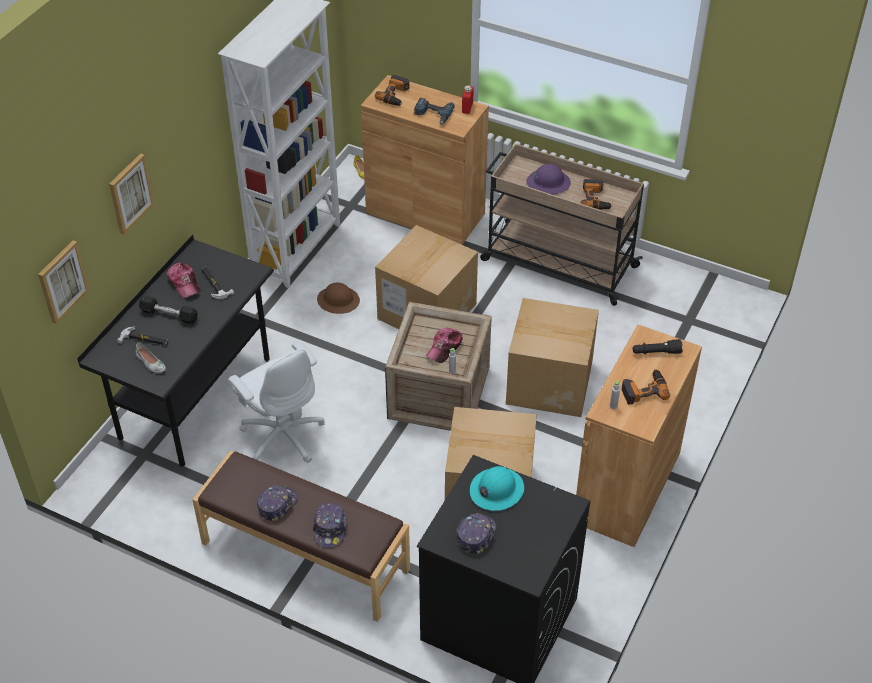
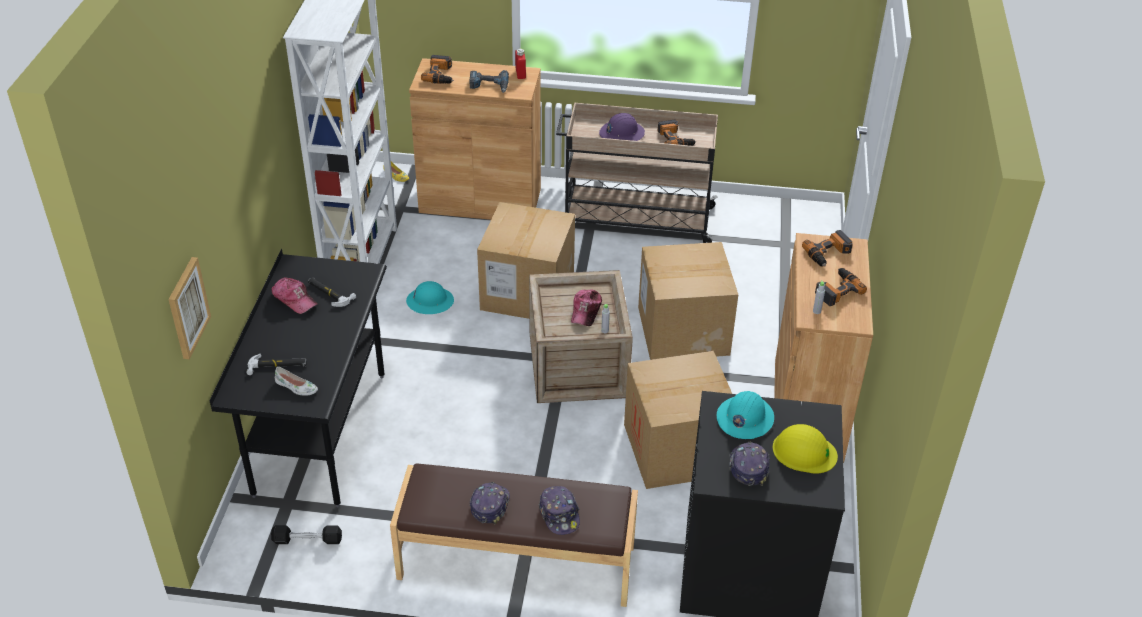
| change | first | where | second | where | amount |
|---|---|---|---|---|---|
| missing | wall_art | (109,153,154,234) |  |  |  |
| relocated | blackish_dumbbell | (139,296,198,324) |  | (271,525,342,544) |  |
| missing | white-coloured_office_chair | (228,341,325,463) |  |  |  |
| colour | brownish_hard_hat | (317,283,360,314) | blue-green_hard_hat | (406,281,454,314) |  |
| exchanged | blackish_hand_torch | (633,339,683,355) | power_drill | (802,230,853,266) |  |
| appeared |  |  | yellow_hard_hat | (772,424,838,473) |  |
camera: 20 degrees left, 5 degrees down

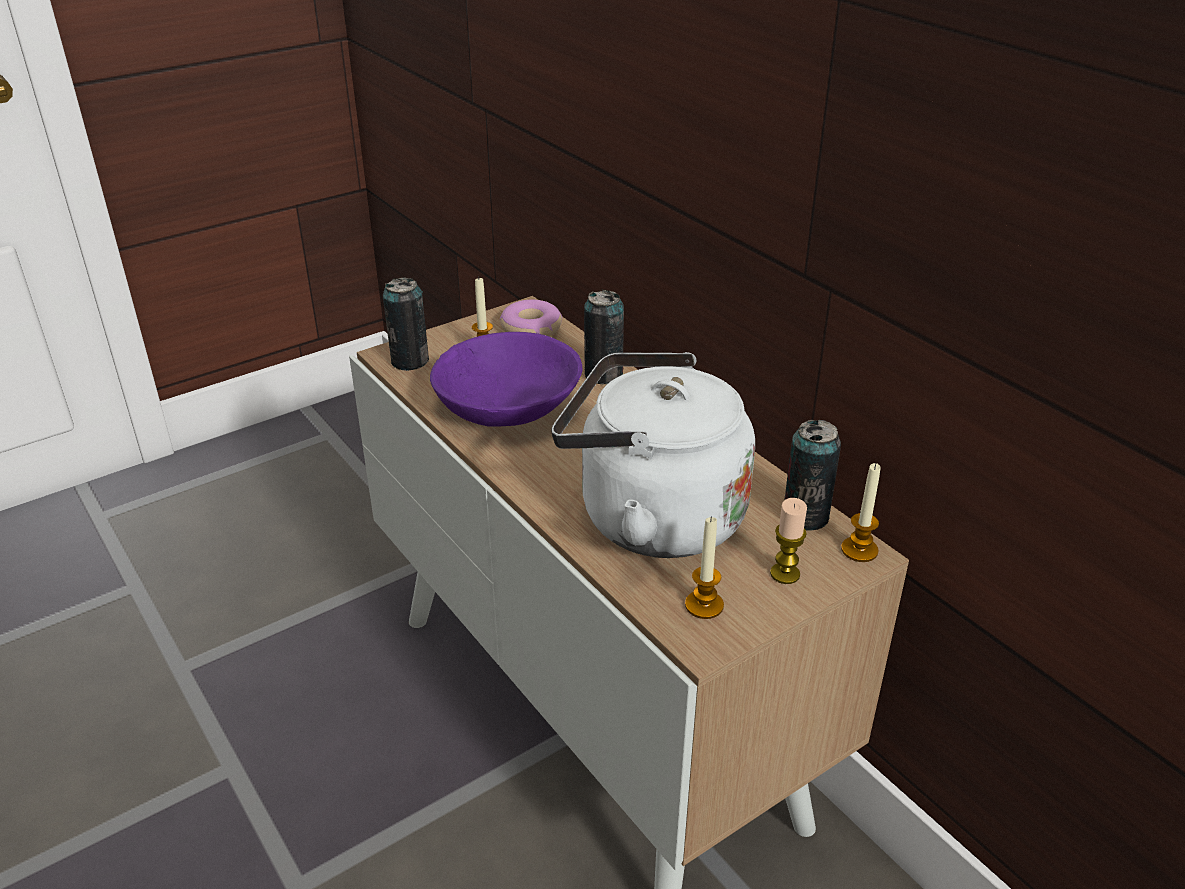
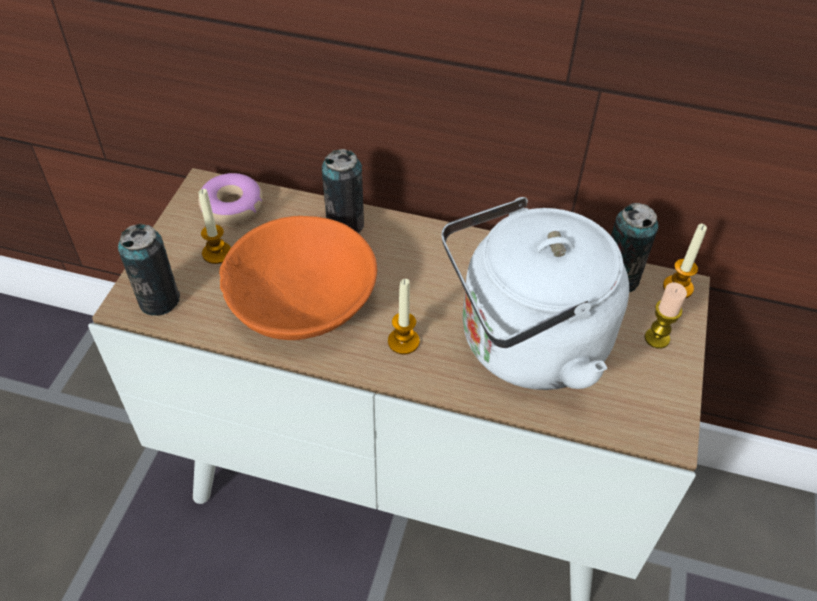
| change | first | where | second | where | amount |
|---|---|---|---|---|---|
| colour | purple-coloured_serving_bowl | (430,332,582,427) | orangey_serving_bowl | (219,216,377,340) |  |
| relocated | candle | (685,516,724,619) |  | (388,279,420,354) |  |
camera: 40 degrees left, 15 degrees up

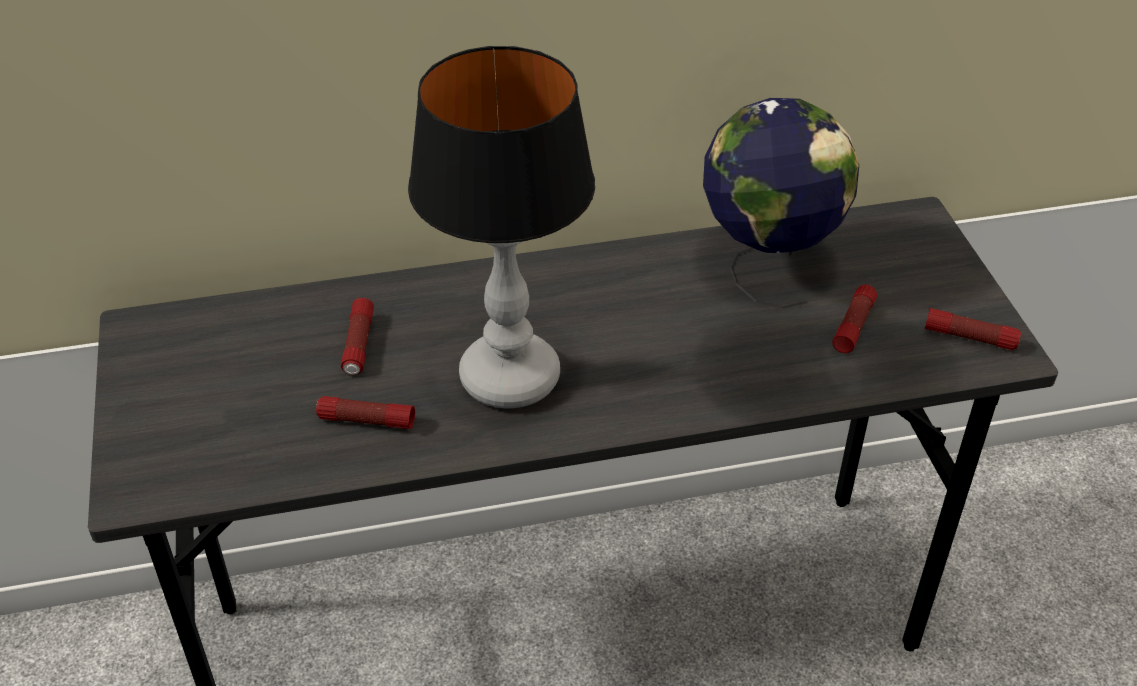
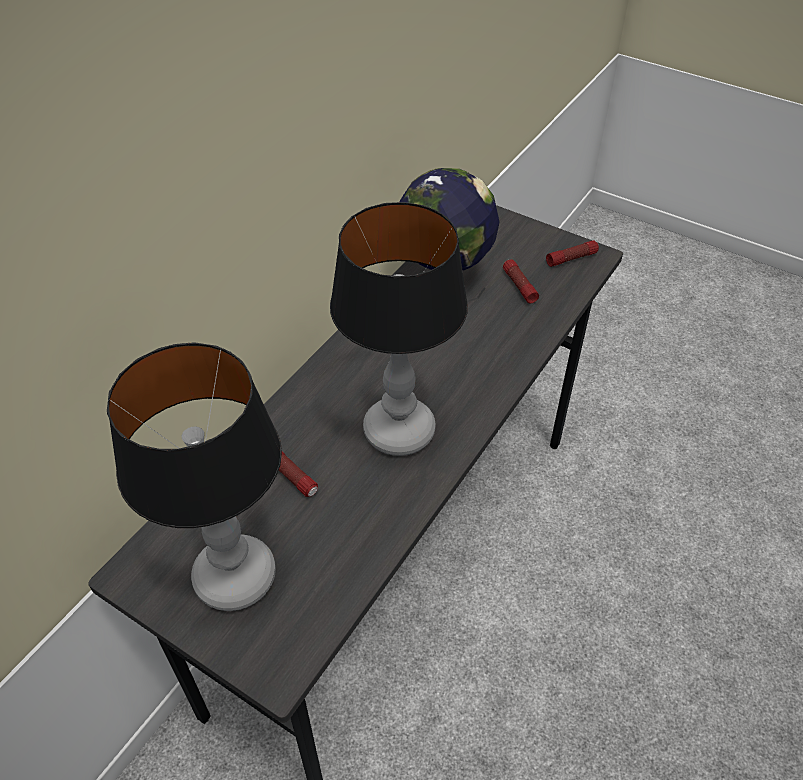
| change | first | where | second | where | amount |
|---|---|---|---|---|---|
| missing | hand_torch | (316,396,415,429) |  |  |  |
| appeared |  |  | table_lamp | (107,342,282,611) |  |
camera: 45 degrees left, 5 degrees up

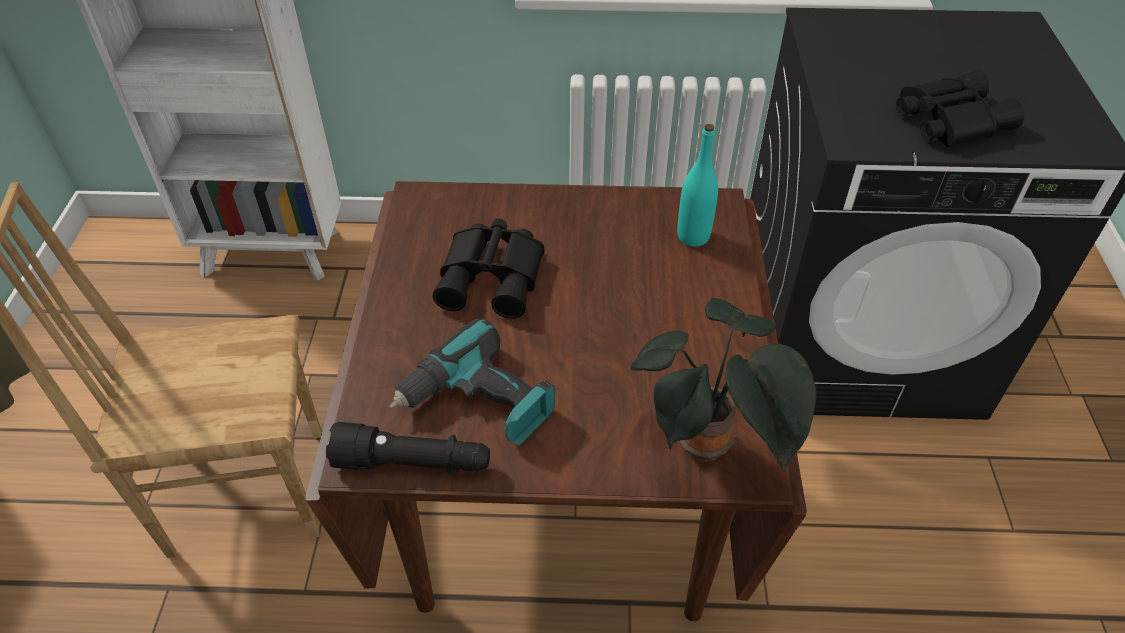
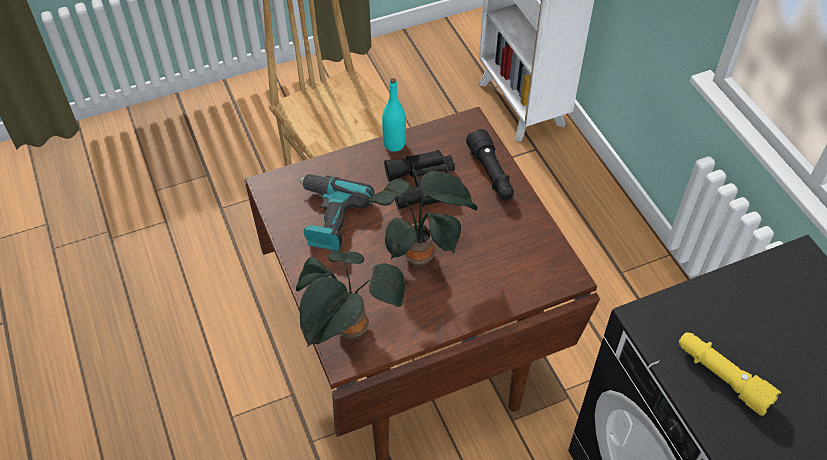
| change | first | where | second | where | amount |
|---|---|---|---|---|---|
| relocated | blackish_hand_torch | (326,422,490,475) |  | (466,129,514,201) |  |
| relocated | blue-green_drink_bottle | (677,124,718,247) |  | (382,78,406,152) |  |
| exchanged | blackish_field_glasses | (896,70,1024,147) | yellow_hand_torch | (679,333,781,416) |  |
| appeared |  |  | potted_plant | (368,171,477,267) |  |
camera: 65 degrees right, 5 degrees up

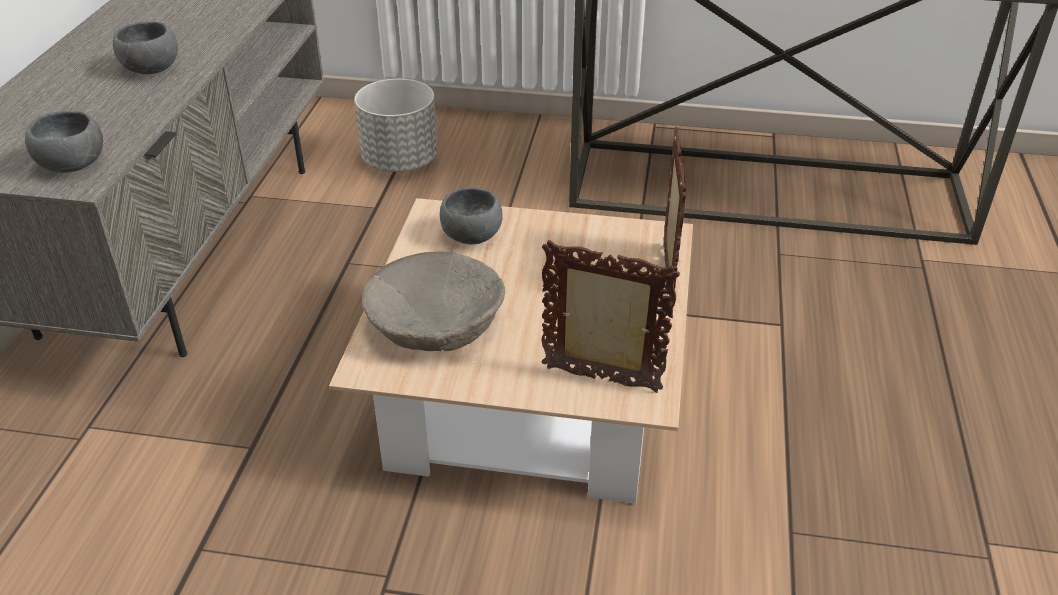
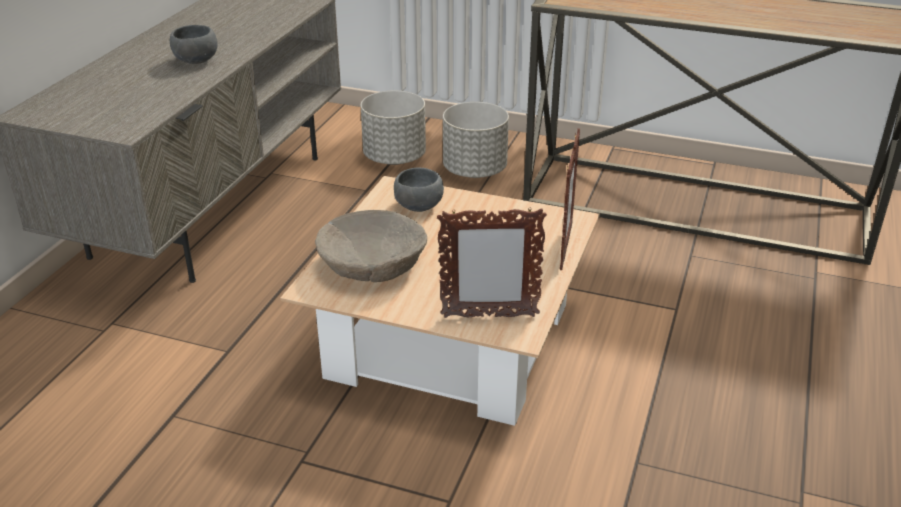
| change | first | where | second | where | amount |
|---|---|---|---|---|---|
| missing | gray_serving_bowl | (25,111,103,173) |  |  |  |
| spun | picture_frame | (542,240,680,393) |  | (437,207,547,318) | 150 degrees clockwise |
| appeared |  |  | gray_flower_pot | (443,102,509,178) |  |
camera: 10 degrees right, 5 degrees down

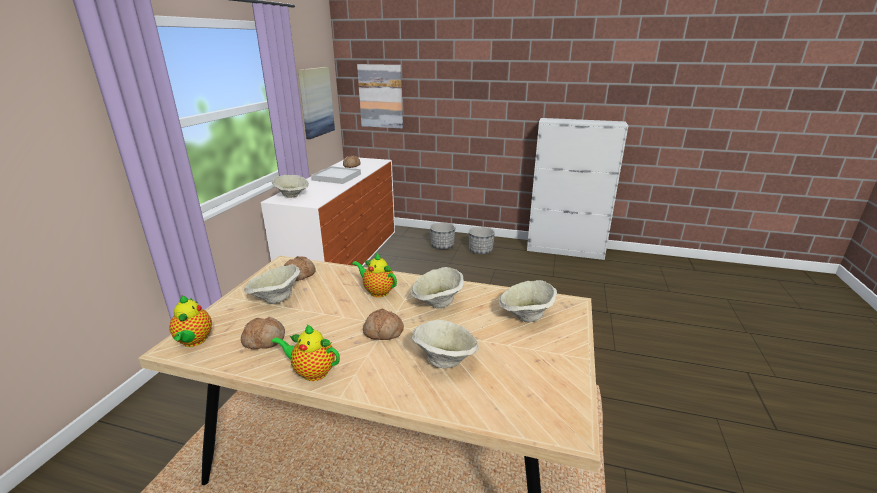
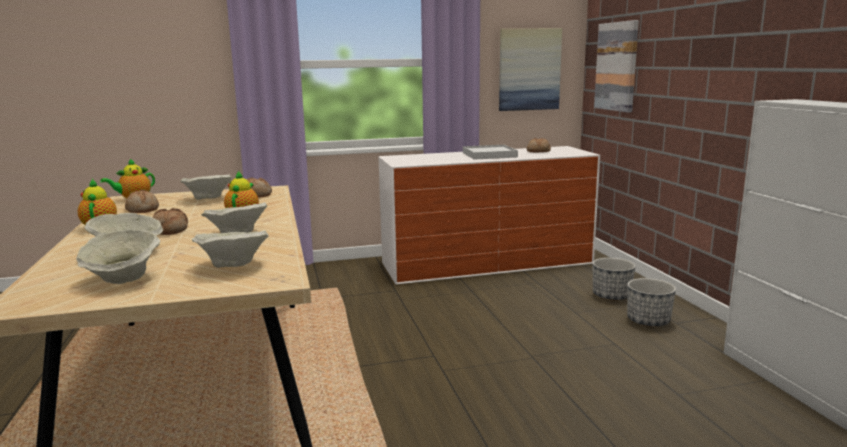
| change | first | where | second | where | amount |
|---|---|---|---|---|---|
| relocated | sand-coloured_serving_bowl | (272,175,309,198) |  | (76,230,160,284) |  |
camera: 60 degrees right, 10 degrees down

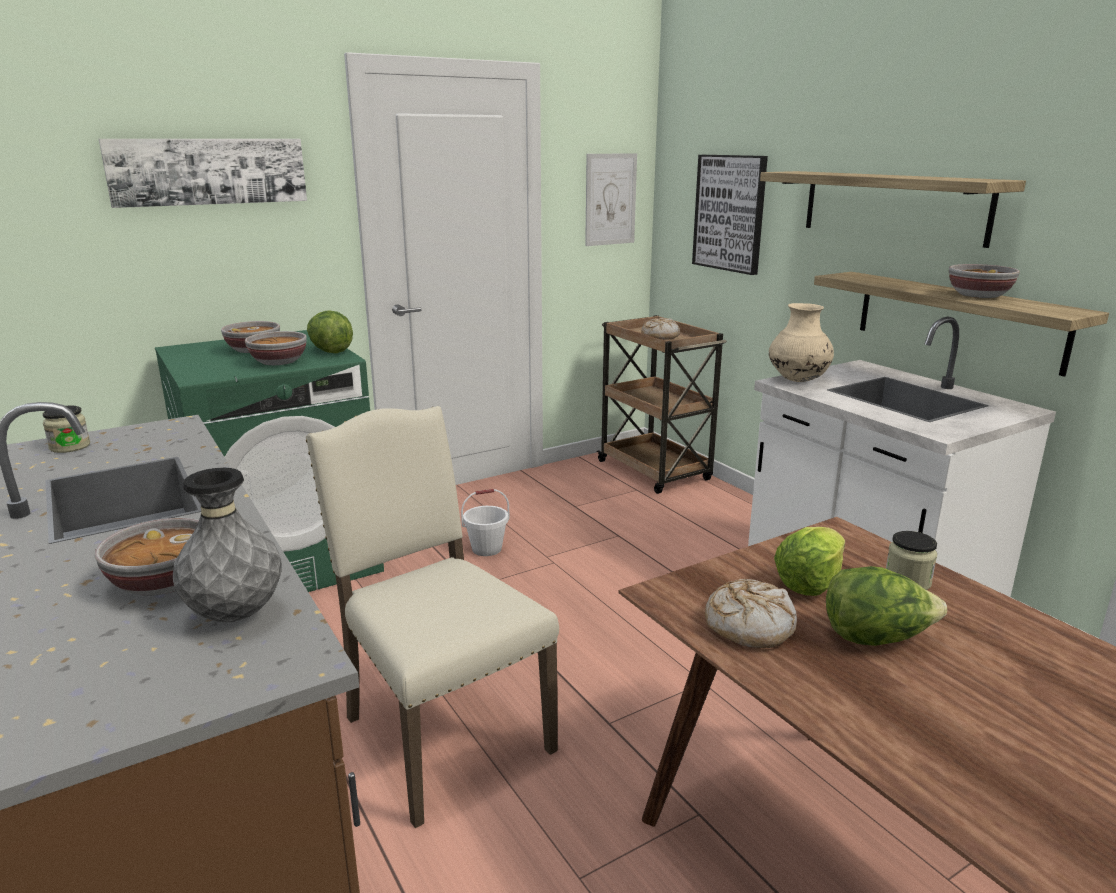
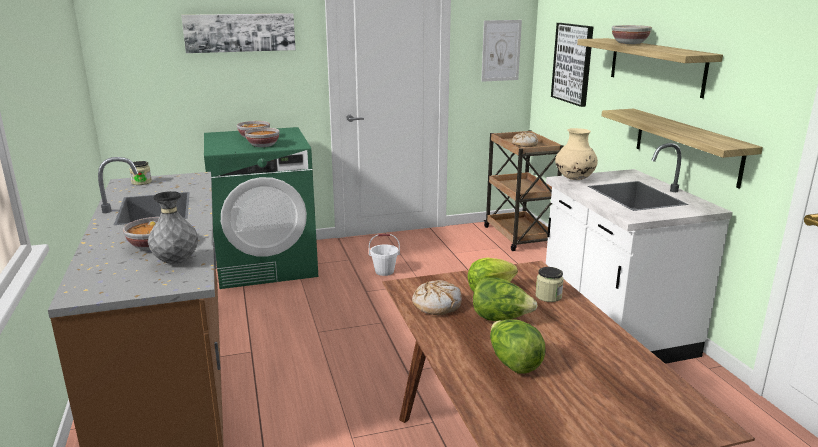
| change | first | where | second | where | amount |
|---|---|---|---|---|---|
| missing | sand-coloured_upright_chair | (306,406,559,828) |  |  |  |
| relocated | lettuce | (307,311,353,353) |  | (490,319,545,374) |  |
| relocated | serving_bowl | (949,264,1020,298) |  | (612,25,652,44) |  |
camera: 15 degrees right, 0 degrees up

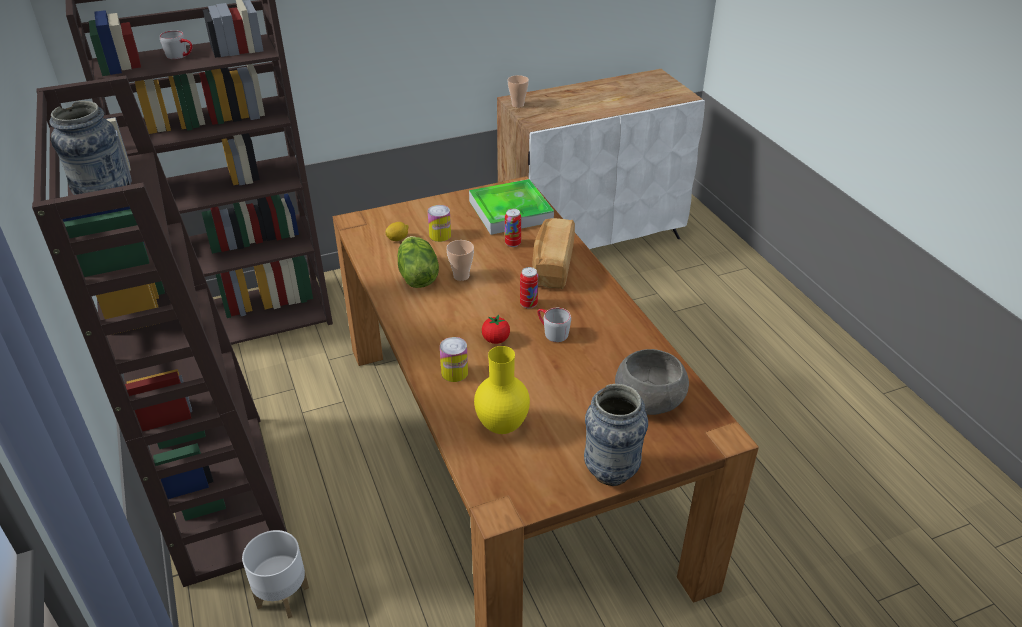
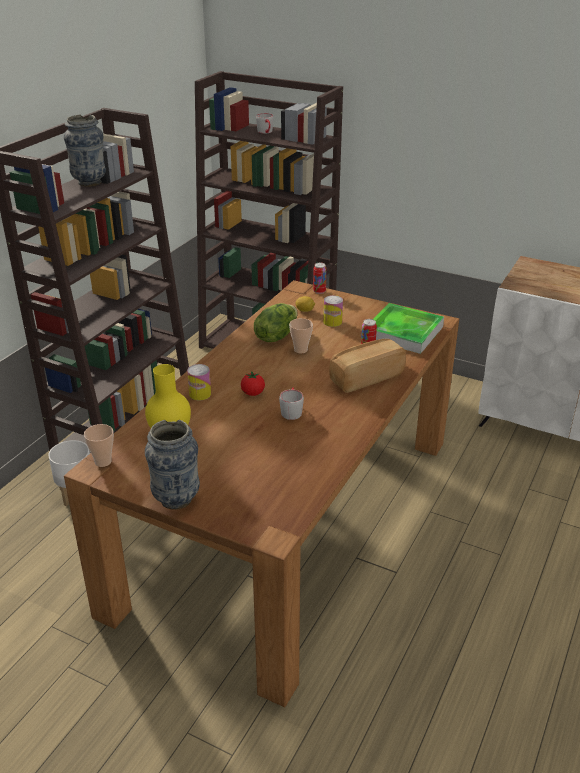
| change | first | where | second | where | amount |
|---|---|---|---|---|---|
| relocated | drinking_cup | (507,75,529,108) |  | (84,424,114,467) |  |
| relocated | metal_can | (520,267,538,308) |  | (313,263,327,294) |  |
| missing | gray_serving_bowl | (615,349,689,415) |  |  |  |
camera: 50 degrees right, 5 degrees down

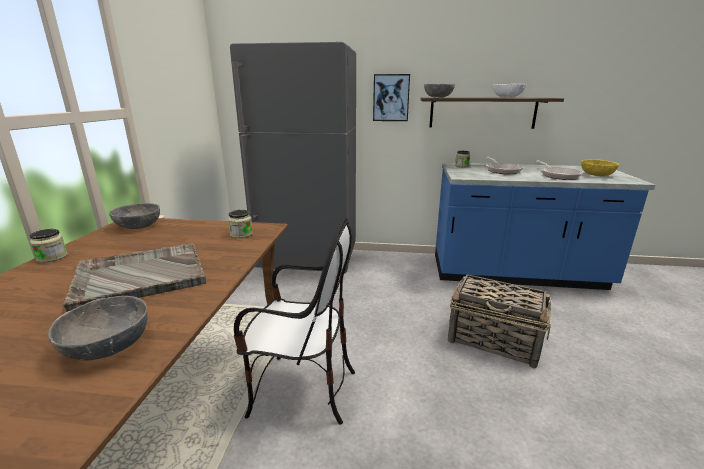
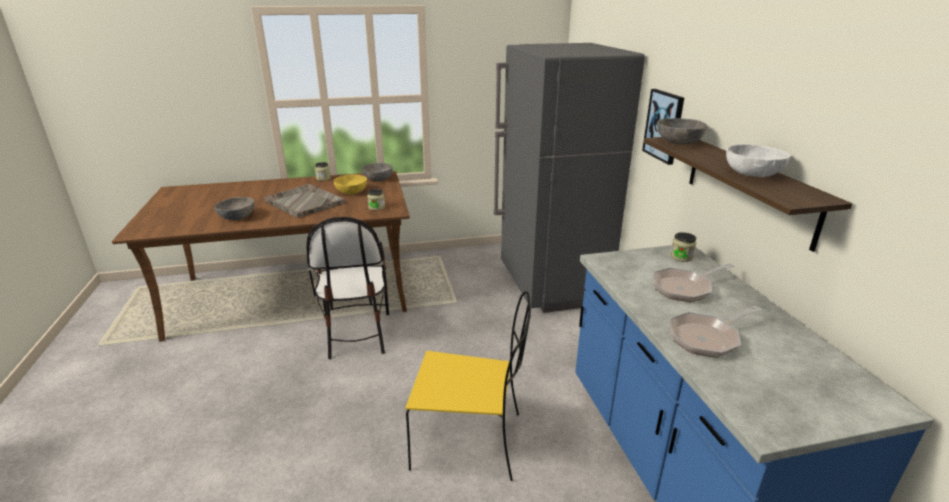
| change | first | where | second | where | amount |
|---|---|---|---|---|---|
| exchanged | storage_basket | (448,274,551,368) | yellow_upright_chair | (406,292,531,481) |  |
| relocated | yellow_serving_bowl | (581,159,619,176) |  | (334,175,367,194) |  |
camera: 70 degrees right, 5 degrees up

